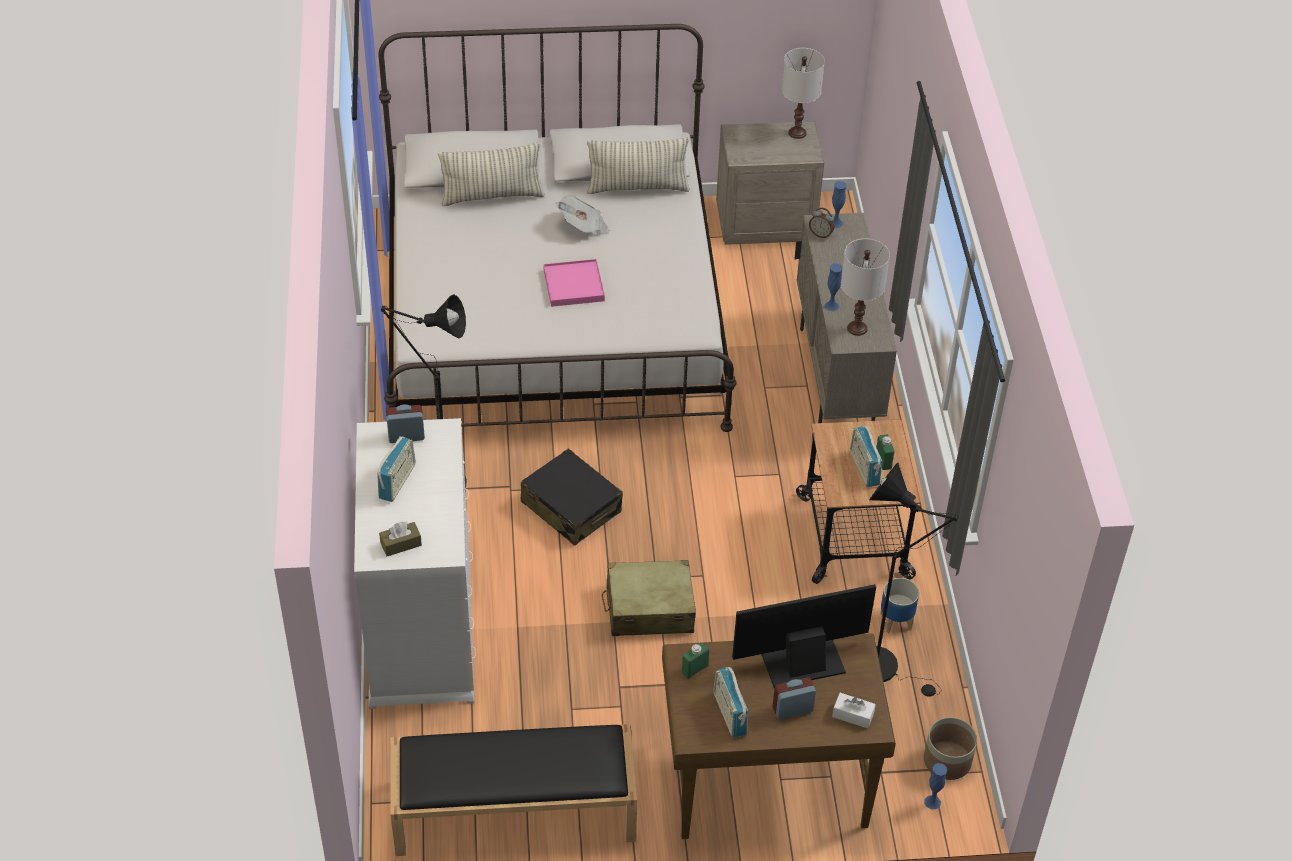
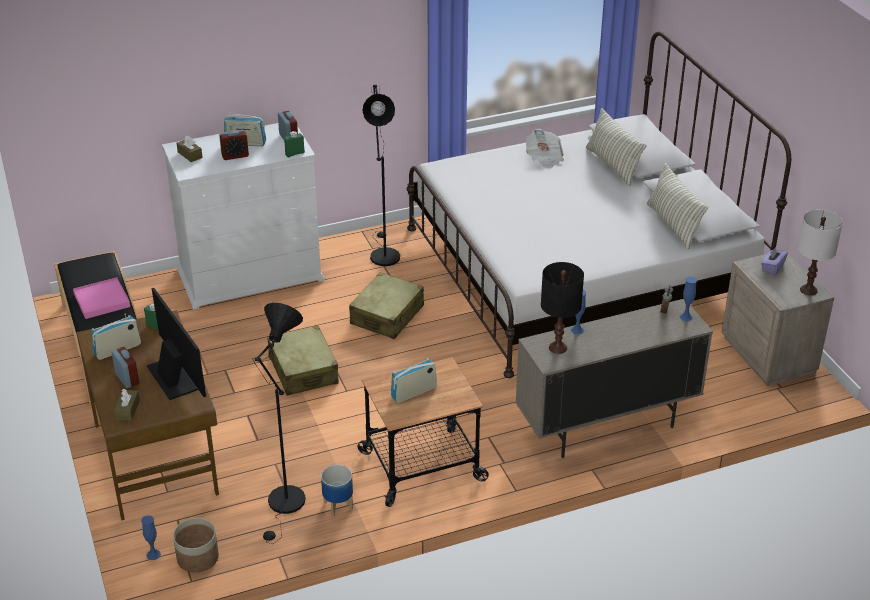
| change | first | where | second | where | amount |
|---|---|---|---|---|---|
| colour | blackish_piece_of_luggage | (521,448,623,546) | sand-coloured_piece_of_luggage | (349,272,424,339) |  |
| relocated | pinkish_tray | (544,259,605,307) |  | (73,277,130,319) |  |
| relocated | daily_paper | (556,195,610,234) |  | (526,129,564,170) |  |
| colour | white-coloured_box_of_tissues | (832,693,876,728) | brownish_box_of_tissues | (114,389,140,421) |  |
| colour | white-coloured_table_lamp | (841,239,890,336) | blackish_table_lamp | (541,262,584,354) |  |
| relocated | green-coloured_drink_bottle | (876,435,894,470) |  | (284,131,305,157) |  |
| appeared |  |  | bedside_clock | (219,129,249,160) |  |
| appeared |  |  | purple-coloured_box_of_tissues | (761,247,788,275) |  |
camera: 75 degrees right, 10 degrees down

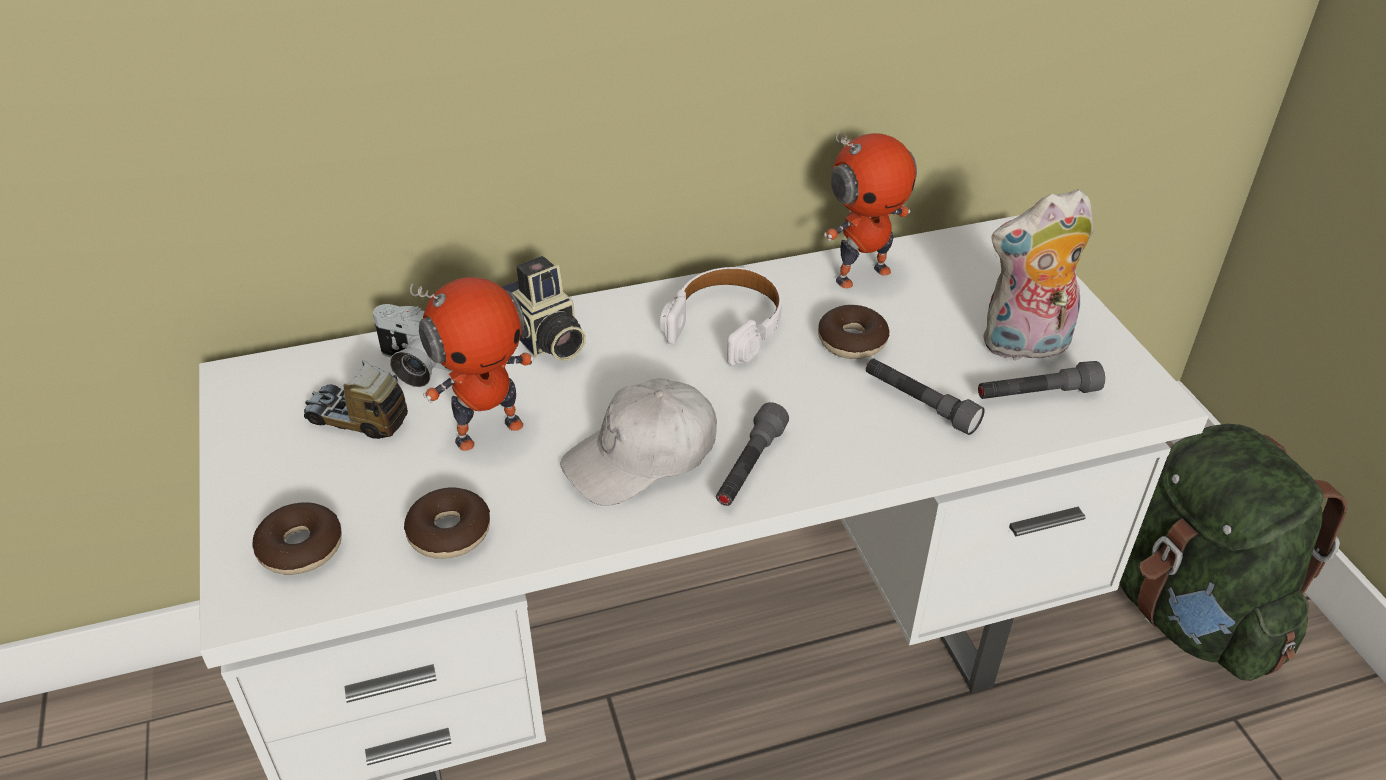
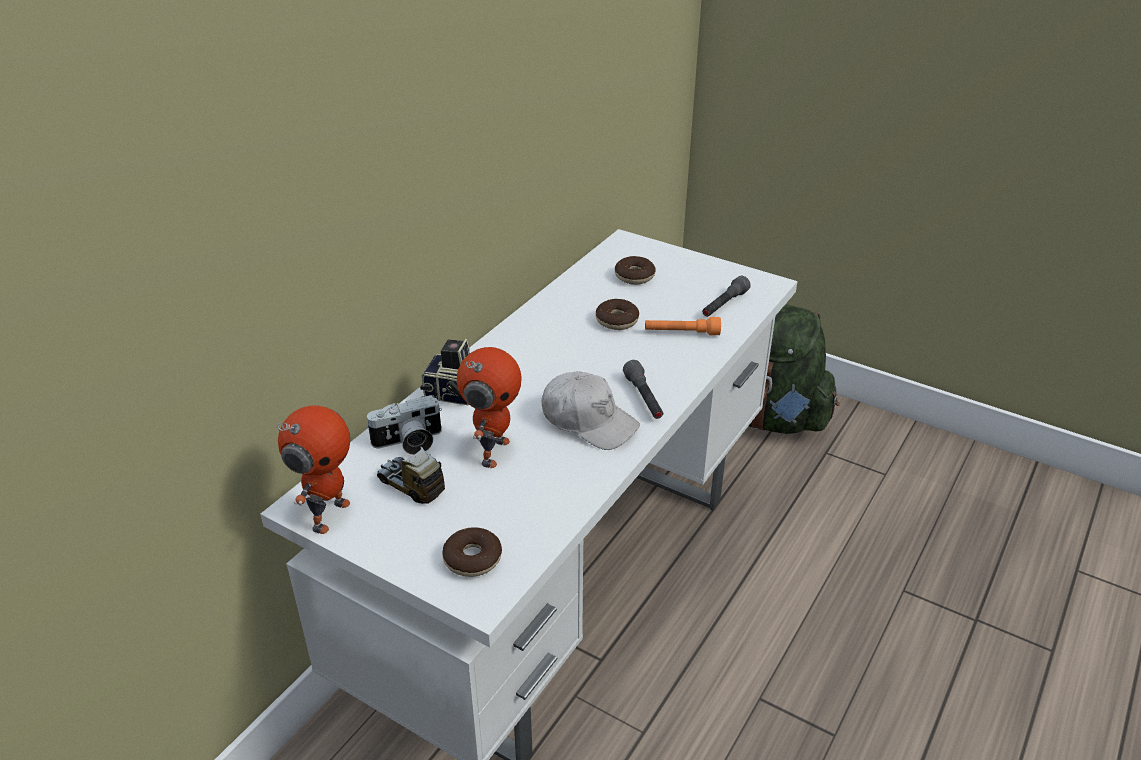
| change | first | where | second | where | amount |
|---|---|---|---|---|---|
| spun | toy_truck | (304,360,408,439) |  | (377,447,445,504) | 60 degrees clockwise |
| relocated | donut | (404,487,490,559) |  | (615,256,656,285) |  |
| spun | white-coloured_peaked_cap | (560,378,717,506) |  | (542,371,640,450) | 75 degrees counterclockwise |
| missing | white-coloured_headphones | (660,267,782,366) |  |  |  |
| relocated | robot_figure | (824,132,917,288) |  | (278,405,350,534) |  |
| colour | gray_hand_torch | (866,358,985,435) | orangey_hand_torch | (645,317,721,335) |  |
| missing | plush_toy | (983,189,1094,360) |  |  |  |
camera: 40 degrees left, 5 degrees down

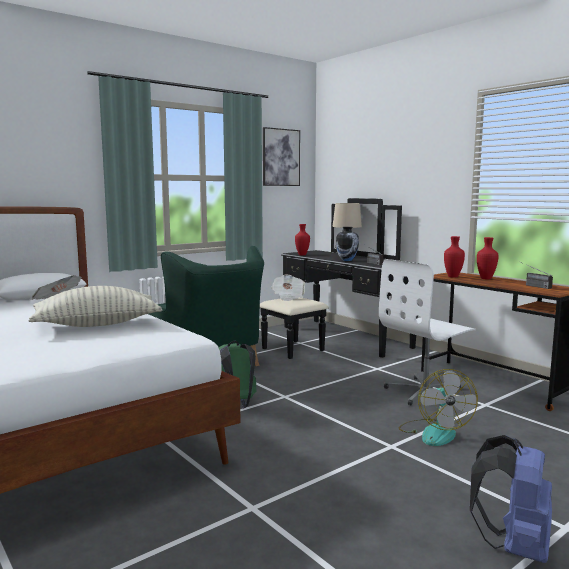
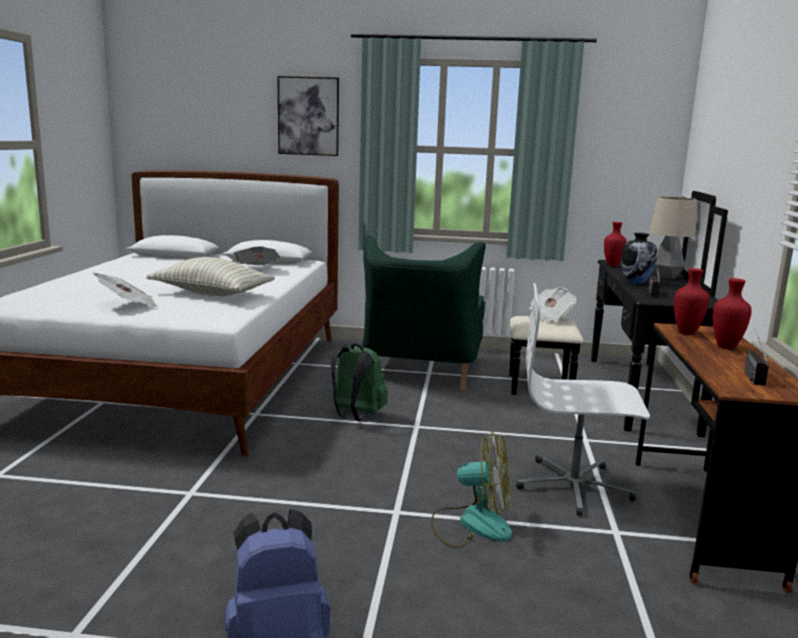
| change | first | where | second | where | amount |
|---|---|---|---|---|---|
| relocated | wall_art | (263,127,300,186) |  | (278,76,339,156) |  |
| spun | electric_fan | (398,369,478,446) |  | (431,432,512,548) | 120 degrees counterclockwise |
| appeared |  |  | daily_paper | (92,273,158,307) |  |
camera: 45 degrees right, 5 degrees up

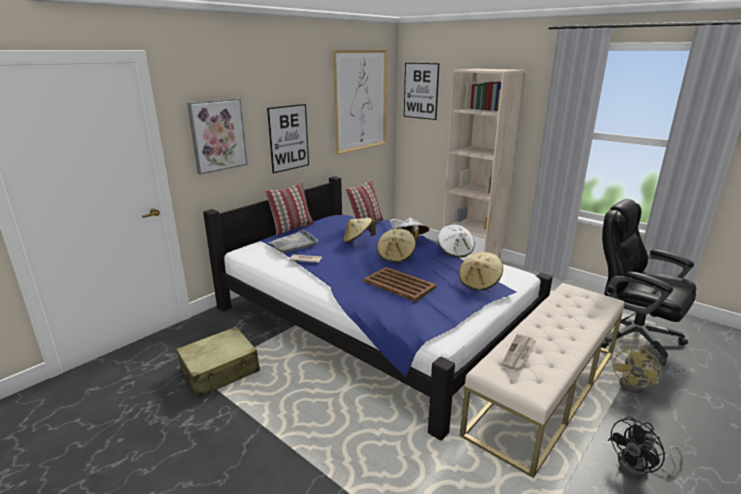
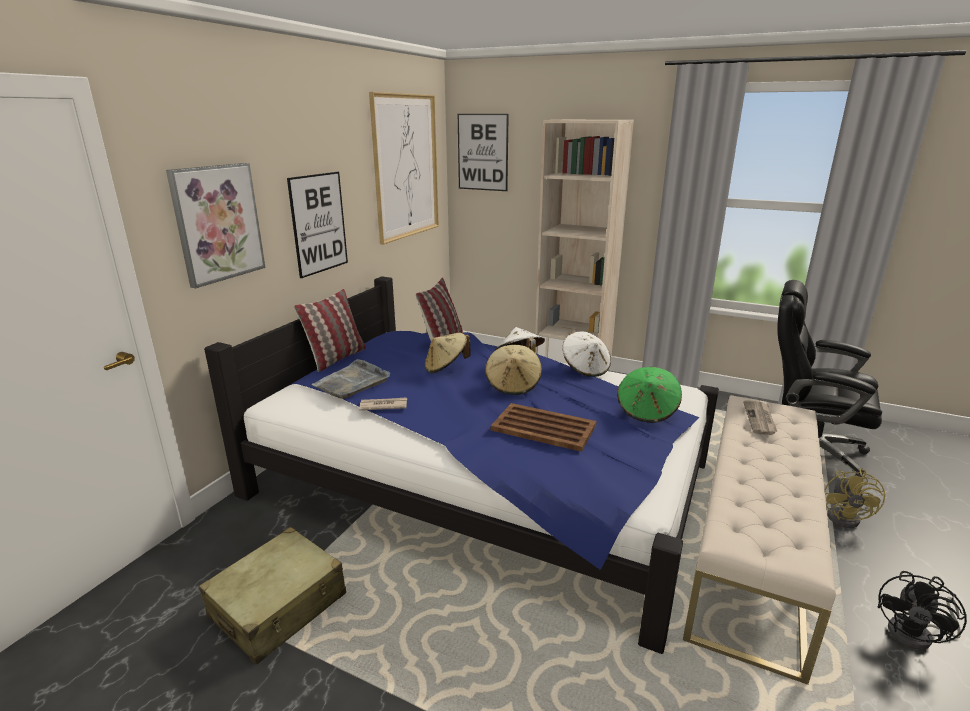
| change | first | where | second | where | amount |
|---|---|---|---|---|---|
| colour | sand-coloured_clothing_hat | (459,252,503,291) | green-coloured_clothing_hat | (617,367,682,423) |  |
| relocated | daily_paper | (502,334,536,370) |  | (743,401,777,435) |  |
camera: 15 degrees left, 0 degrees up

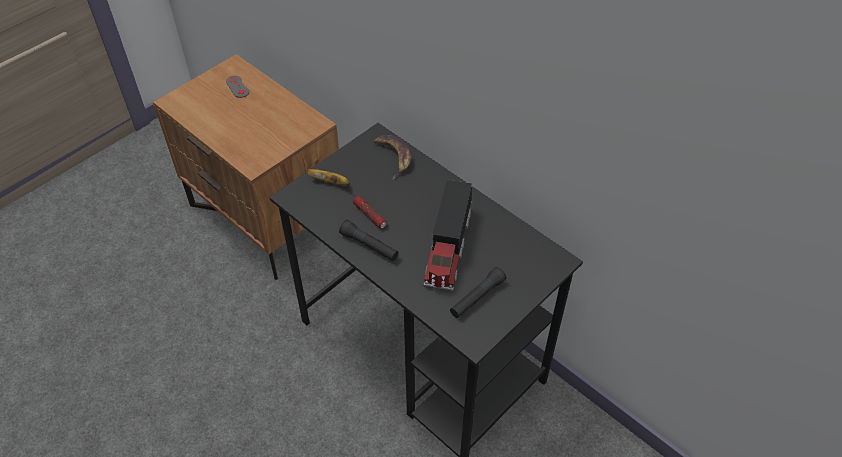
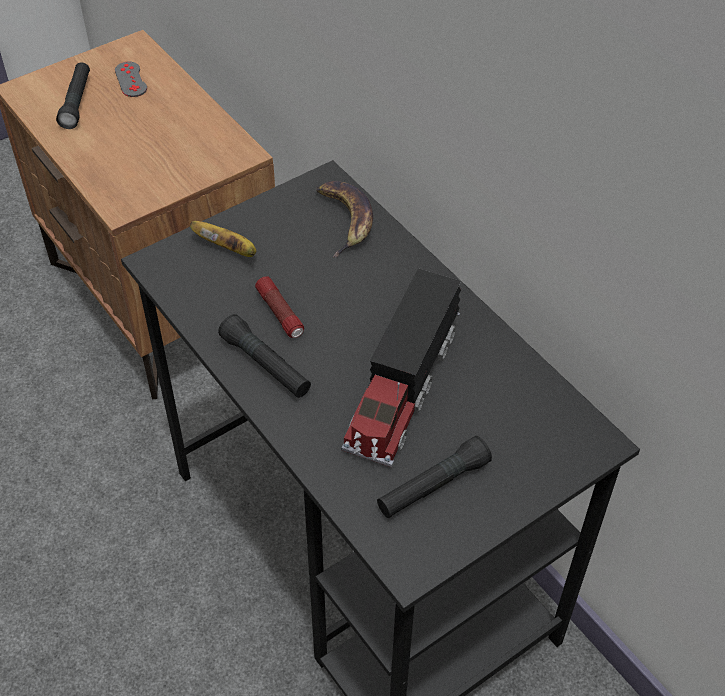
| change | first | where | second | where | amount |
|---|---|---|---|---|---|
| appeared |  |  | blackish_hand_torch | (56,62,90,129) |  |
camera: 10 degrees right, 0 degrees up

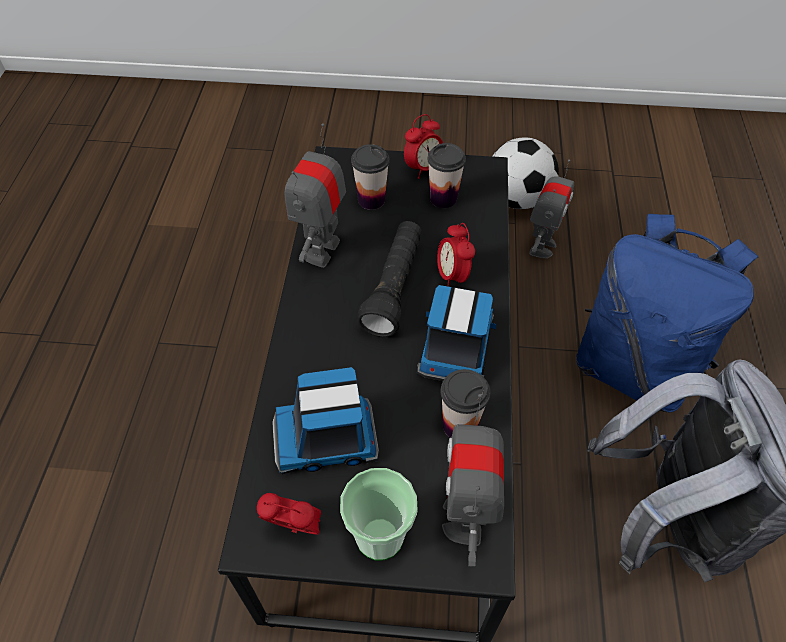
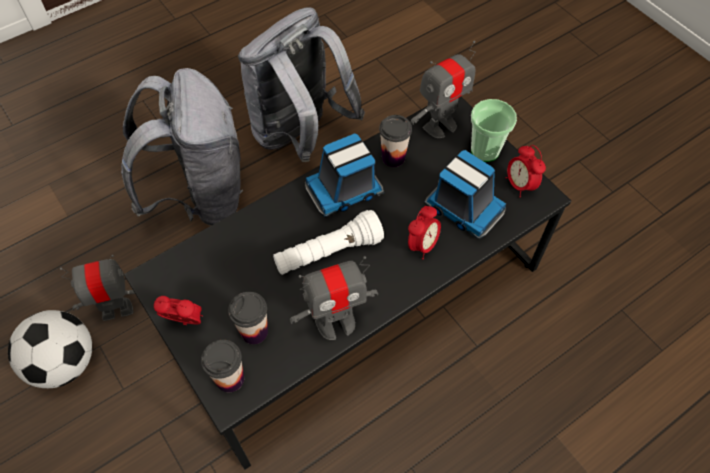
| change | first | where | second | where | amount |
|---|---|---|---|---|---|
| colour | blackish_hand_torch | (357,221,422,337) | white-coloured_hand_torch | (273,210,384,275) |  |
| relocated | drinking_cup | (428,143,466,208) |  | (201,340,244,393) |  |
| relocated | bedside_clock | (437,223,475,287) |  | (408,206,441,259) |  |
| colour | blue_knapsack | (576,214,758,413) | gray_knapsack | (121,68,243,226) |  |
camera: 130 degrees left, 5 degrees up

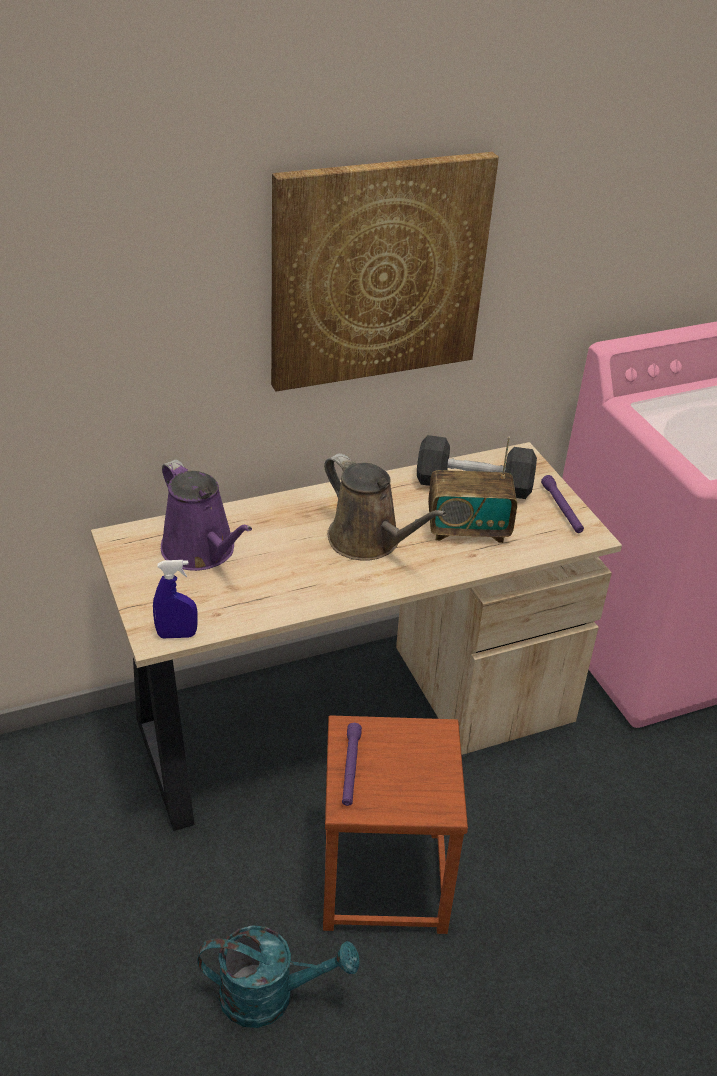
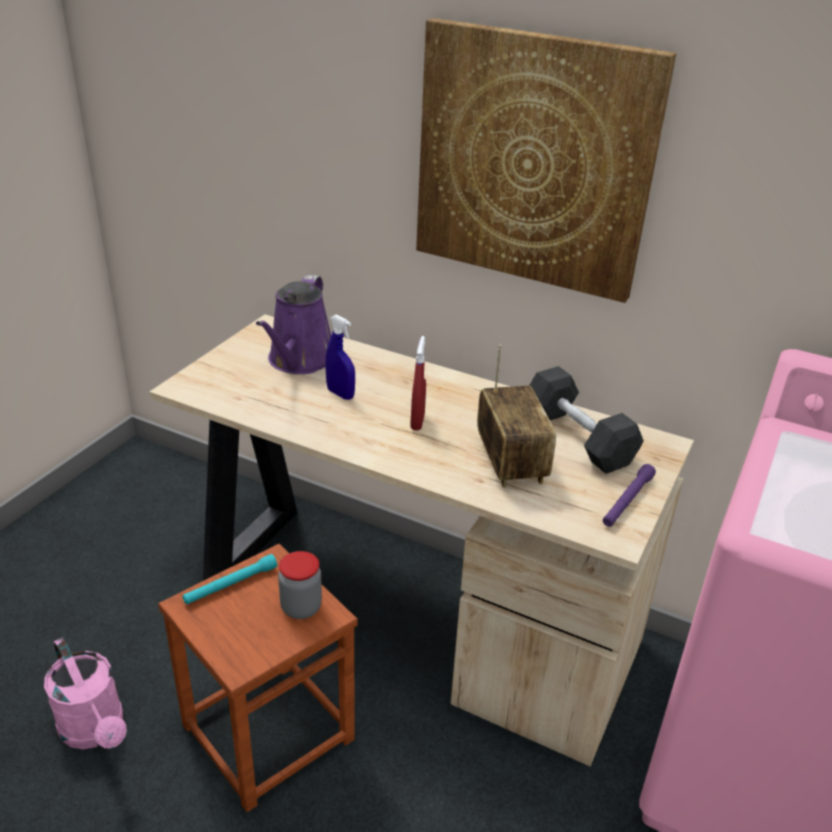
| change | first | where | second | where | amount |
|---|---|---|---|---|---|
| relocated | blue_sprayer | (153,560,198,638) |  | (326,315,355,400) |  |
| colour | blue-green_sprinkling_can | (197,925,359,1028) | pinkish_sprinkling_can | (44,637,127,749) |  |
| exchanged | brownish_sprinkling_can | (324,453,446,561) | red-coloured_sprayer | (411,336,426,431) |  |
| colour | purple-coloured_hand_torch | (342,723,362,806) | blue-green_hand_torch | (183,554,277,604) |  |
| spun | radio_receiver | (428,436,517,543) |  | (477,345,556,488) | 150 degrees counterclockwise |
| appeared |  |  | preserve_jar | (278,551,322,619) |  |
camera: 50 degrees right, 5 degrees down

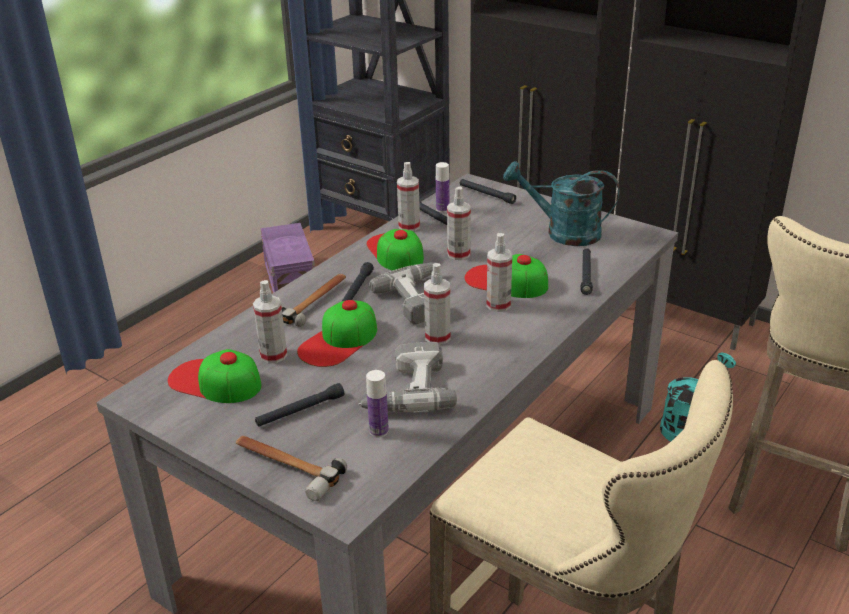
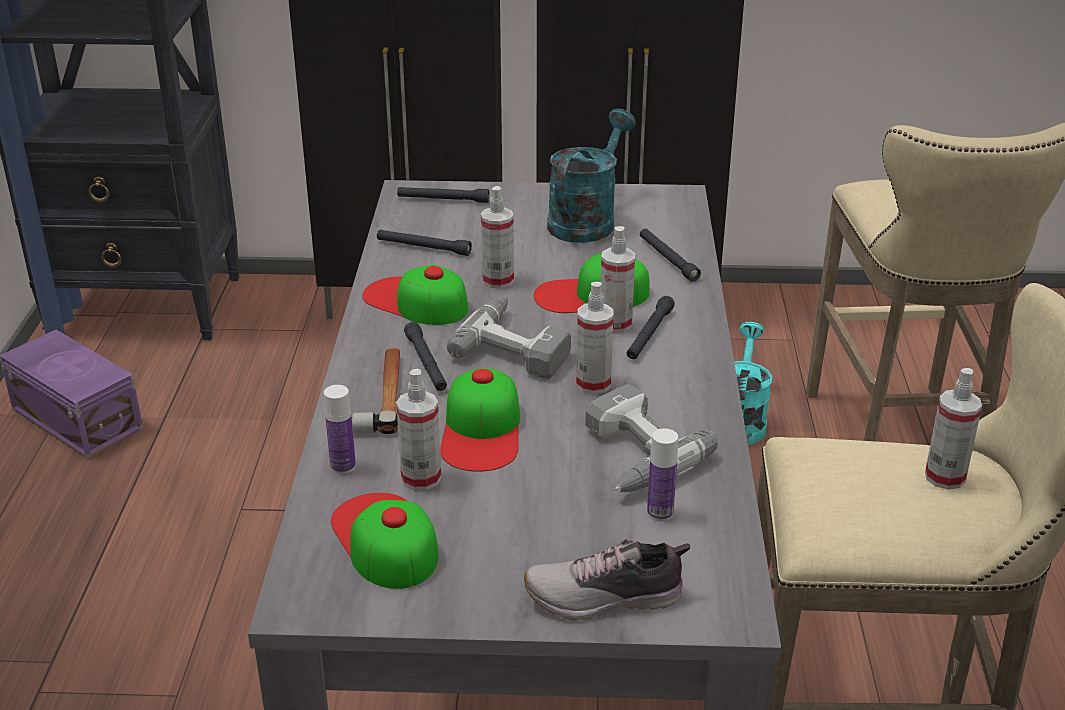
| change | first | where | second | where | amount |
|---|---|---|---|---|---|
| spun | peaked_cap | (168,349,262,403) |  | (331,493,439,589) | 75 degrees clockwise |
| exchanged | hand_hammer | (236,436,347,501) | shoe | (524,539,690,620) |  |
| relocated | blackish_hand_torch | (255,383,344,427) |  | (627,296,675,359) |  |
| relocated | sprayer | (397,162,420,231) |  | (925,368,982,489) |  |
| relocated | drink_bottle | (436,162,449,213) |  | (324,385,356,474) |  |
| spun | blue-green_sprinkling_can | (503,161,620,246) |  | (547,109,636,243) | 135 degrees clockwise |
camera: 35 degrees left, 0 degrees up

